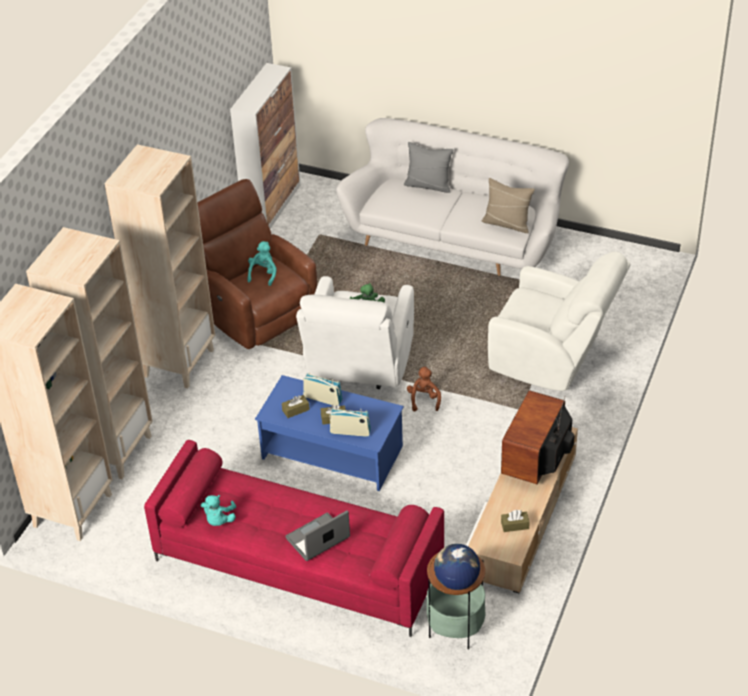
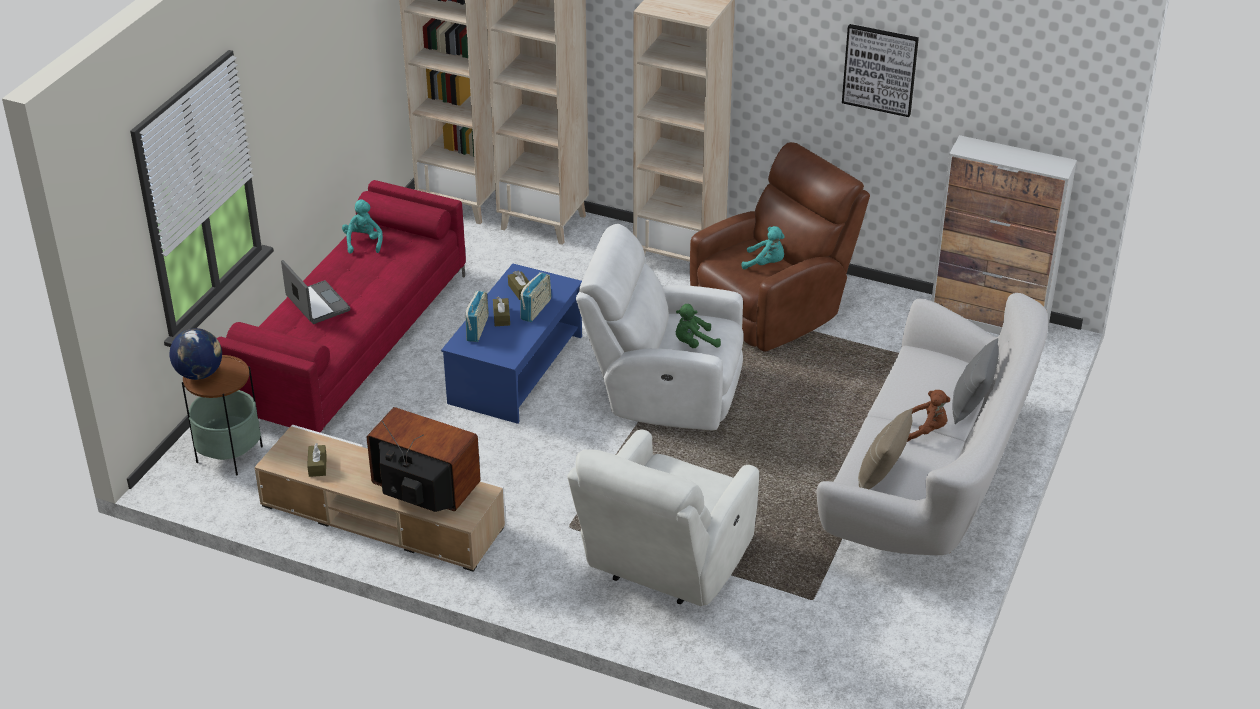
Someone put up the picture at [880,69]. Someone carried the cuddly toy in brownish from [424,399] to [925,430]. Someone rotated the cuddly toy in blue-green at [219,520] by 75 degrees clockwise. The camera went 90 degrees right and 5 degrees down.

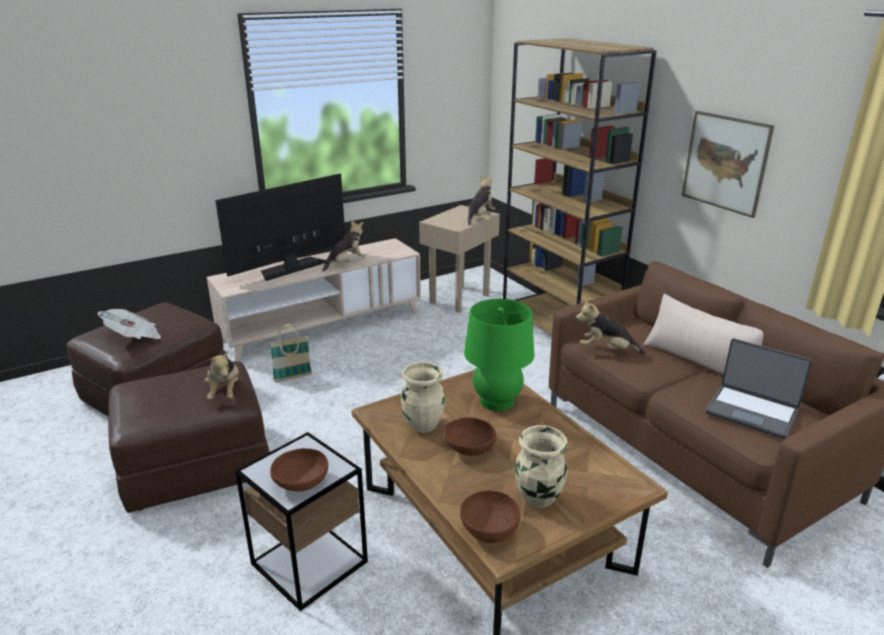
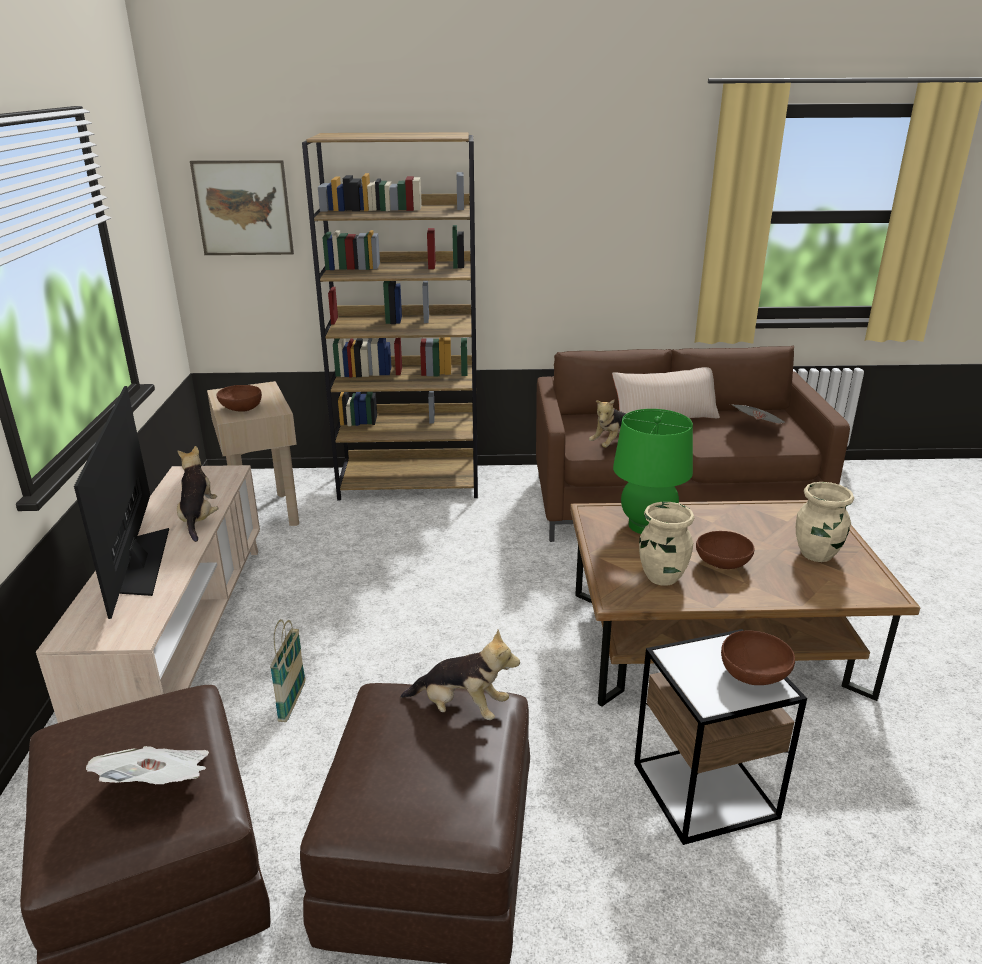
Someone took away the cuddly toy at [480,217]. Someone carried the deep dish in brownish from [489,529] to [241,409]. Someone carried the picture from [725,163] to [243,208]. Someone swapped the laptop at [752,412] for the printed paper at [757,429]. The camera went 60 degrees left and 0 degrees up.

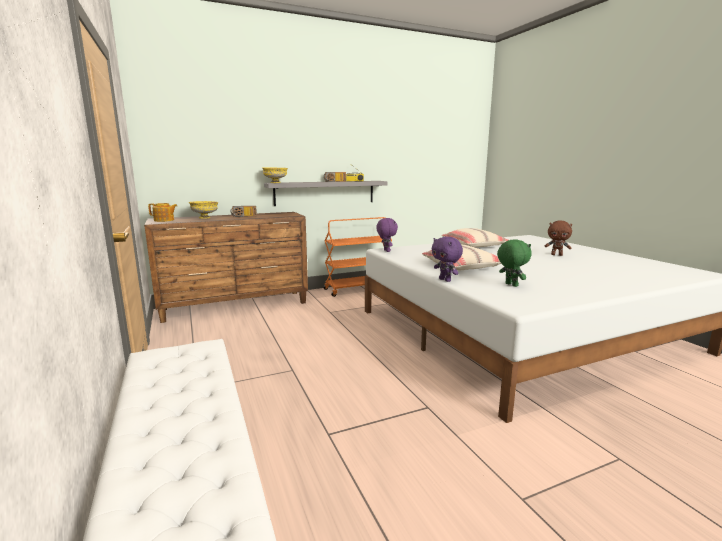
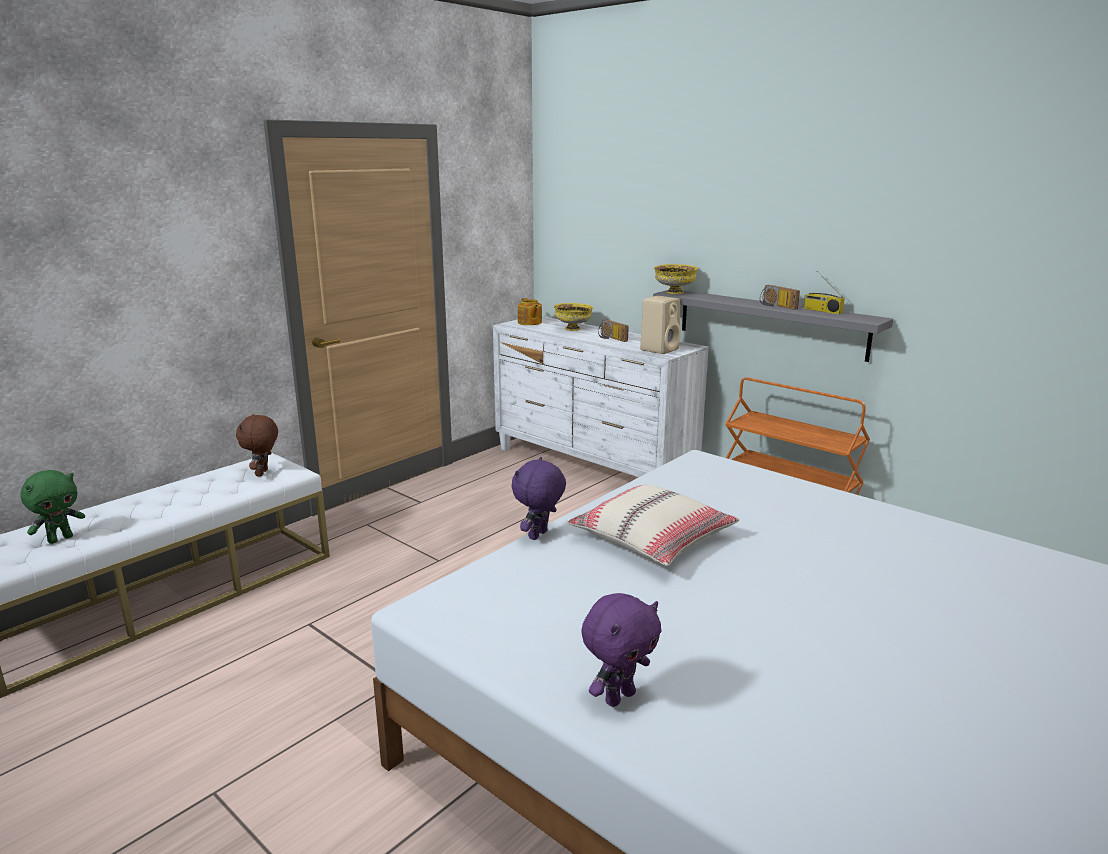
Someone took away the pillow in sand-coloured at [473,245]. Someone put down the speaker in sand-coloured at [660,349]. Someone carried the cuddly toy in purple from [386,251] to [619,697]. Someone carried the cuddly toy in green from [510,285] to [60,539]. Someone carried the cuddly toy in brownish from [557,255] to [263,473]. Someone repainted the dresser in brownish at [236,306], which became the dresser in white-coloured at [592,466]. The camera went 65 degrees right and 5 degrees up.

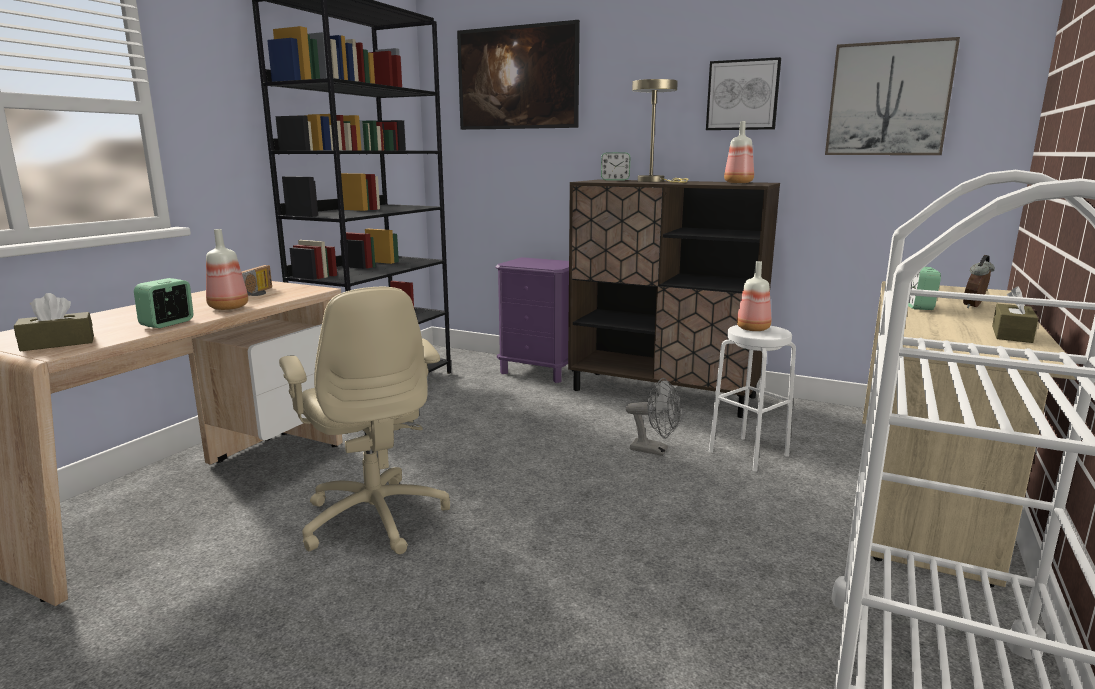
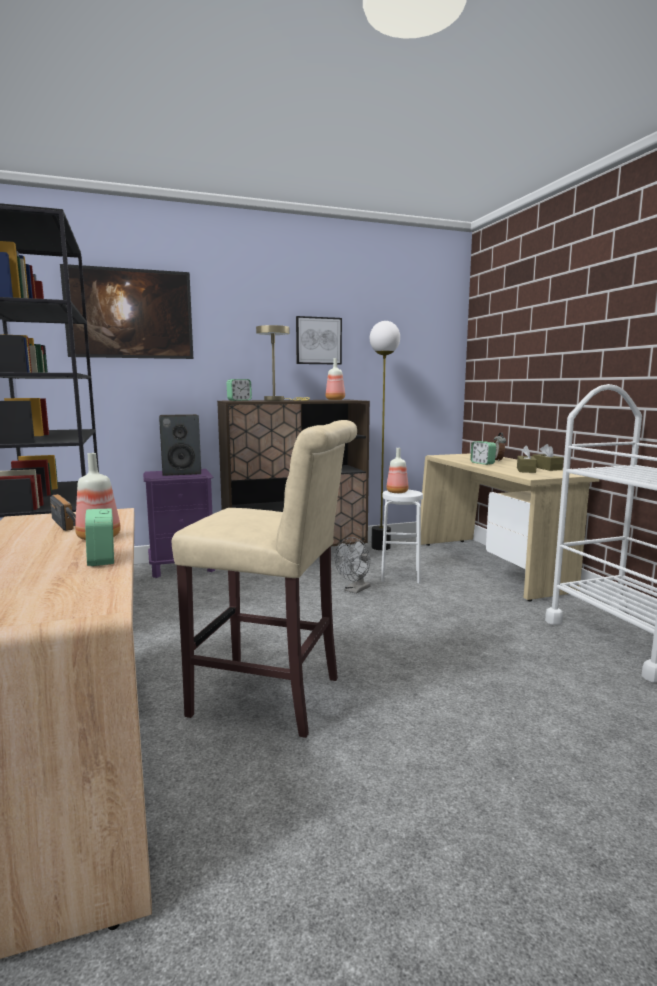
Someone took away the picture at [888,99]. Someone put down the speaker at [182,473]. Someone put down the floor lamp at [380,547]. Someone carried the box of tissues in brownish from [58,343] to [526,470]. Someone swapped the desk chair in sand-coloured at [375,517] for the stool seat in sand-coloured at [274,698]. Someone rotated the fan in gray at [655,450] by 150 degrees clockwise. The camera went 45 degrees left and 5 degrees down.

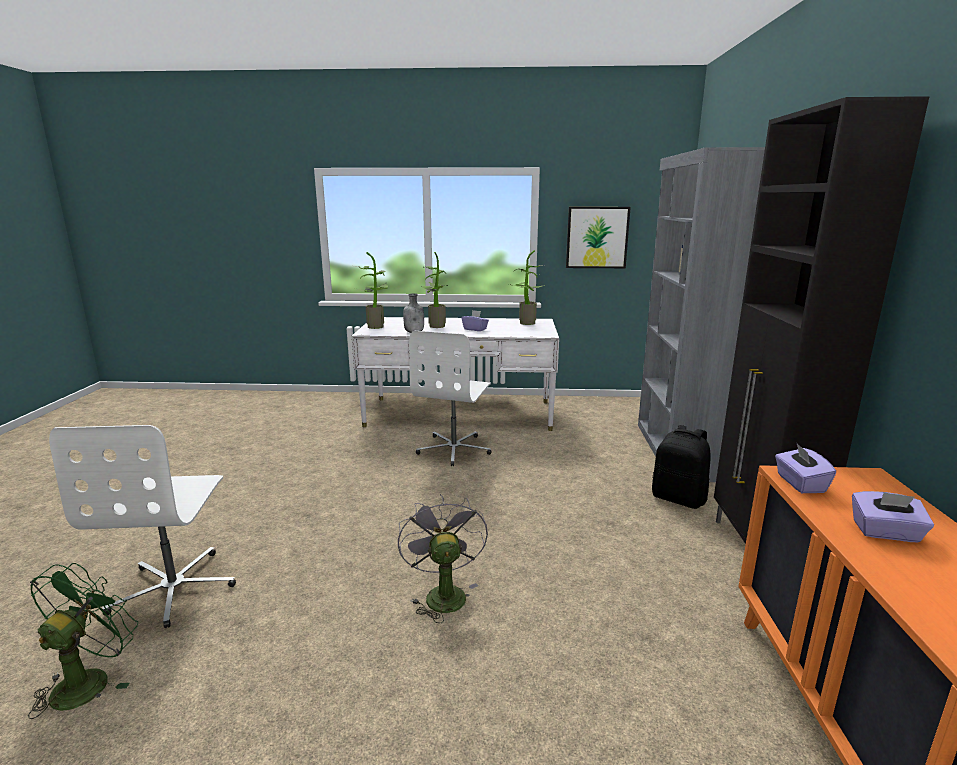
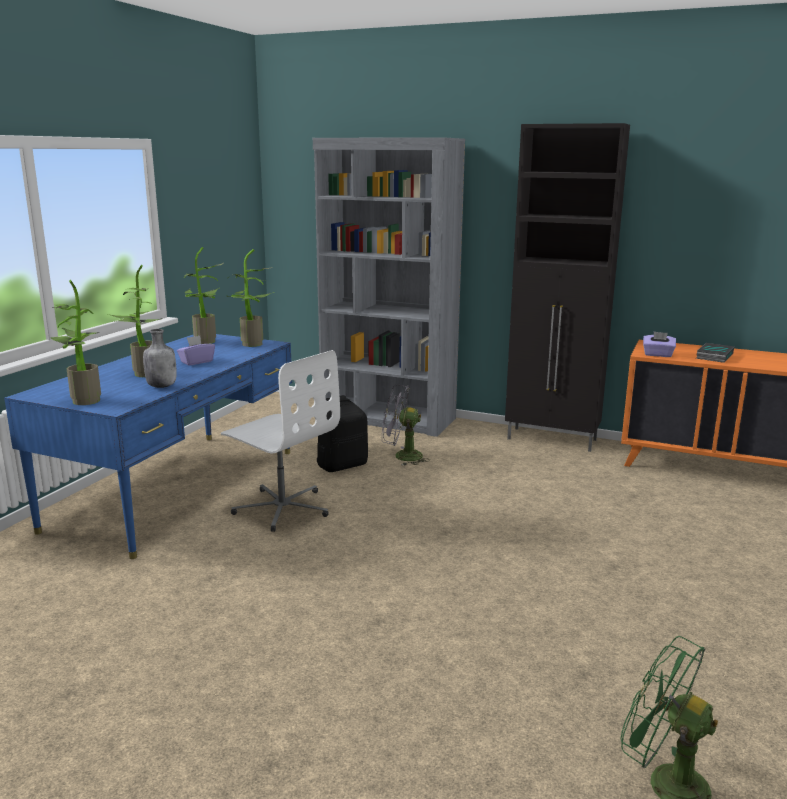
Someone took away the desk chair in white-coloured at [175,588]. Someone took away the picture at [597,237]. Someone put down the houseplant at [251,345]. Someone carried the fan in gray from [442,593] to [402,456]. Someone carried the rucksack in blackish from [679,498] to [342,465]. Someone swapped the box of tissues in purple at [885,533] for the book at [713,356]. Someone repainted the desk unit in white-coloured at [459,413], which became the desk unit in blue at [177,488]. The camera went 70 degrees left and 0 degrees up.

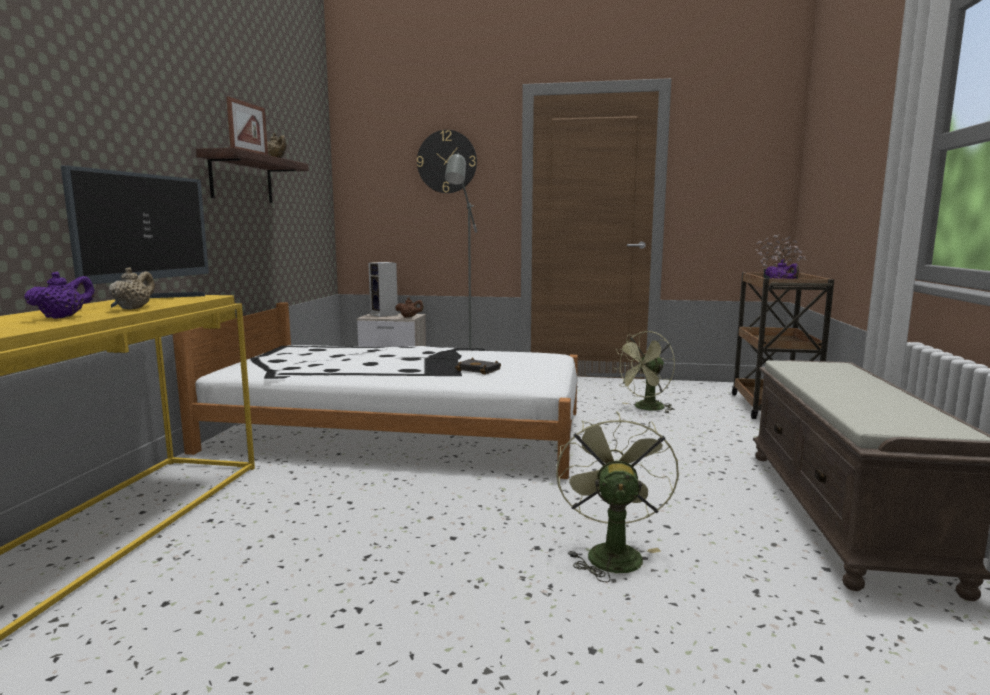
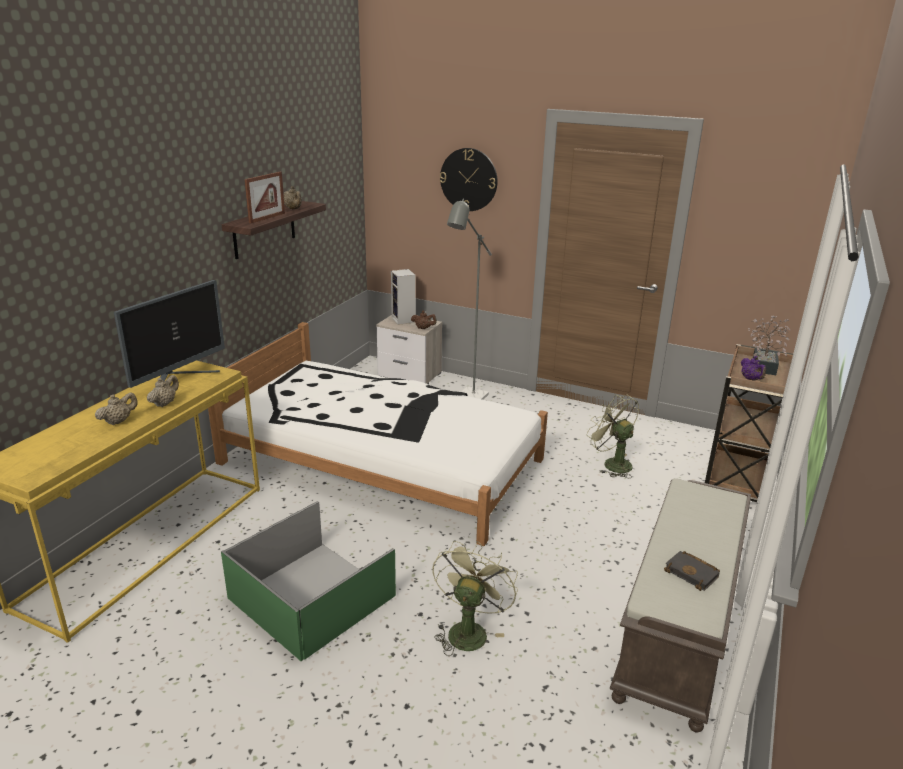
Someone put down the storage bin in green at [313,598]. Someone carried the book in blackish from [480,370] to [693,573]. Someone repainted the pot for tea in purple at [63,317], which became the pot for tea in sand-coloured at [119,421]. Someone rotated the fan in green at [646,408] by 75 degrees clockwise. The camera went 15 degrees right and 15 degrees up.

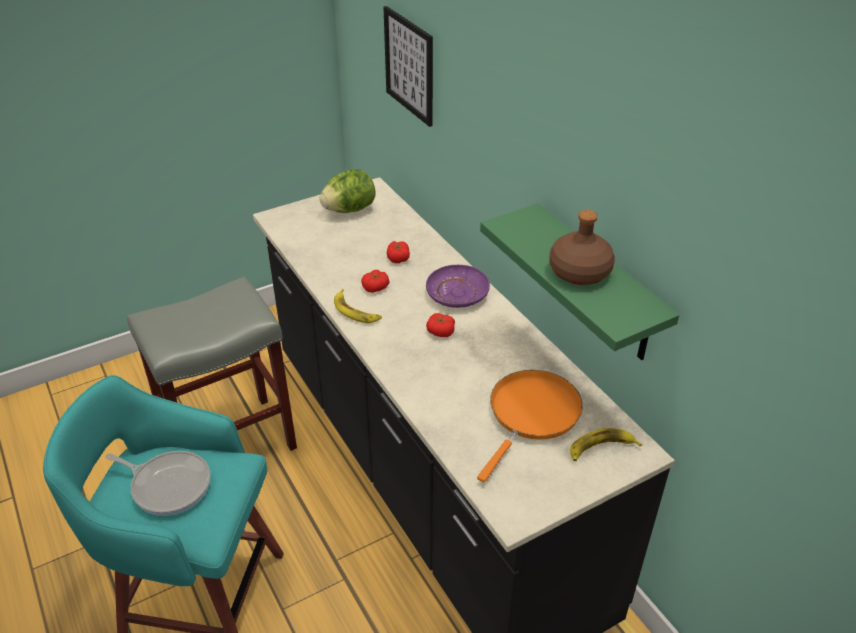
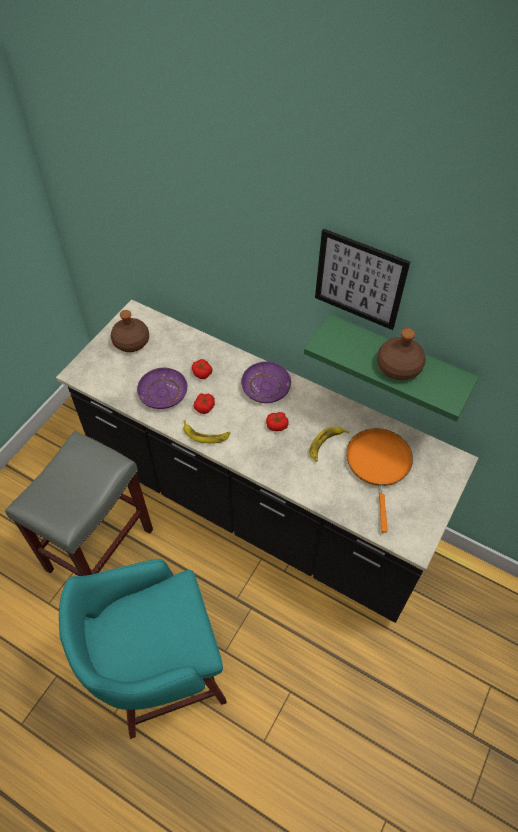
Someone took away the skillet at [168,485]. Someone put down the dinner plate in purple at [163,393]. Someone carried the picture from [409,65] to [360,280]. Someone carried the banana fruit from [601,448] to [326,444]. Someone swapped the lettuce at [349,209] for the drink bottle in brownish at [132,341]. The camera went 30 degrees left and 15 degrees up.

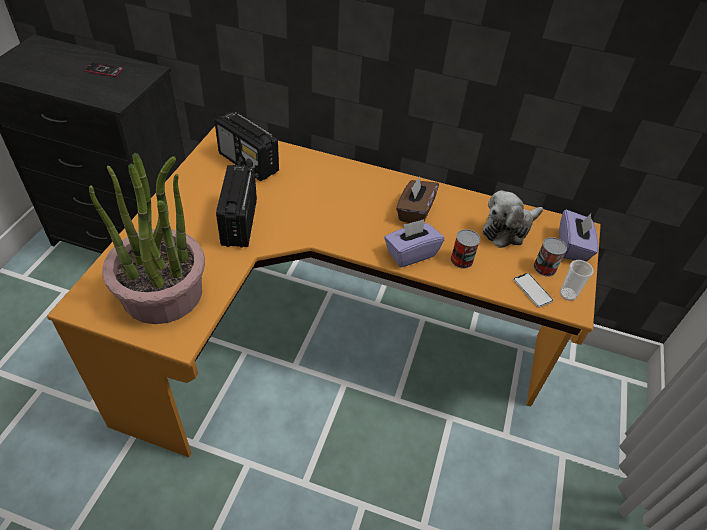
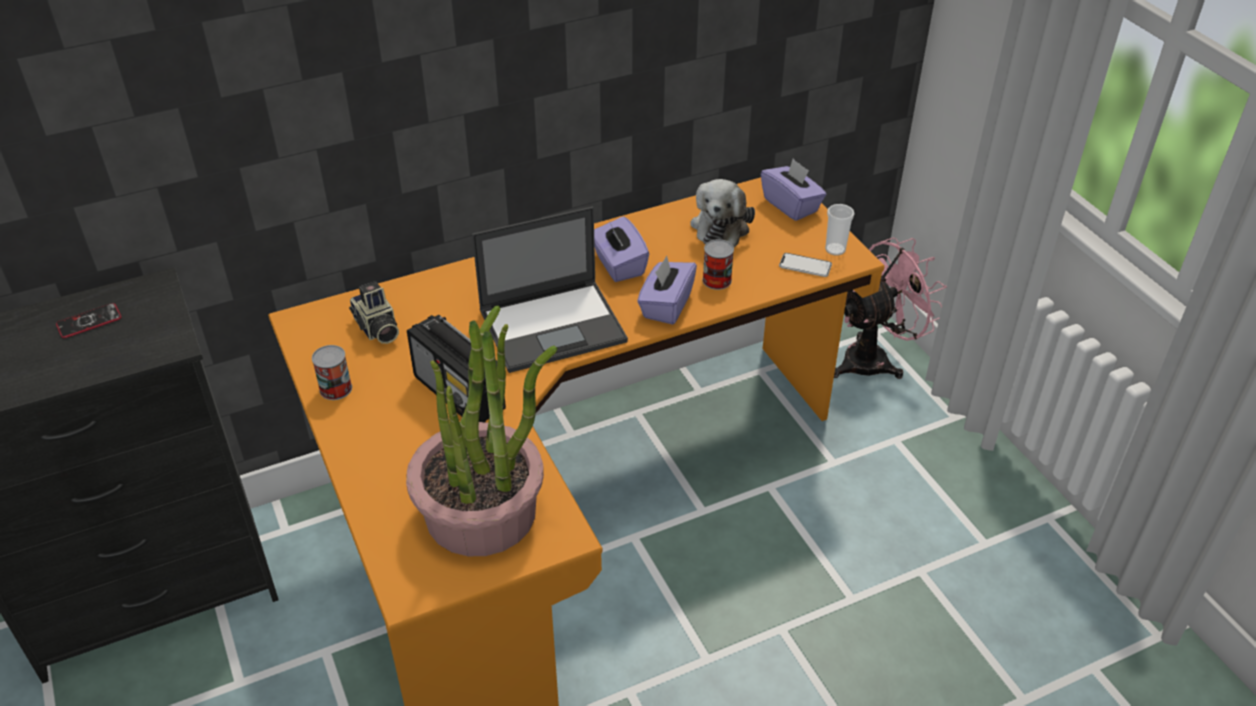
Someone put down the laptop at [554,325]. Someone put down the fan in pink at [875,359]. Someone carried the can from [544,267] to [335,388]. Someone swapped the radio receiver at [249,163] for the photo camera at [377,329]. Someone repainted the box of tissues in brownish at [414,212], which became the box of tissues in purple at [618,265]. The camera went 40 degrees left and 5 degrees down.

